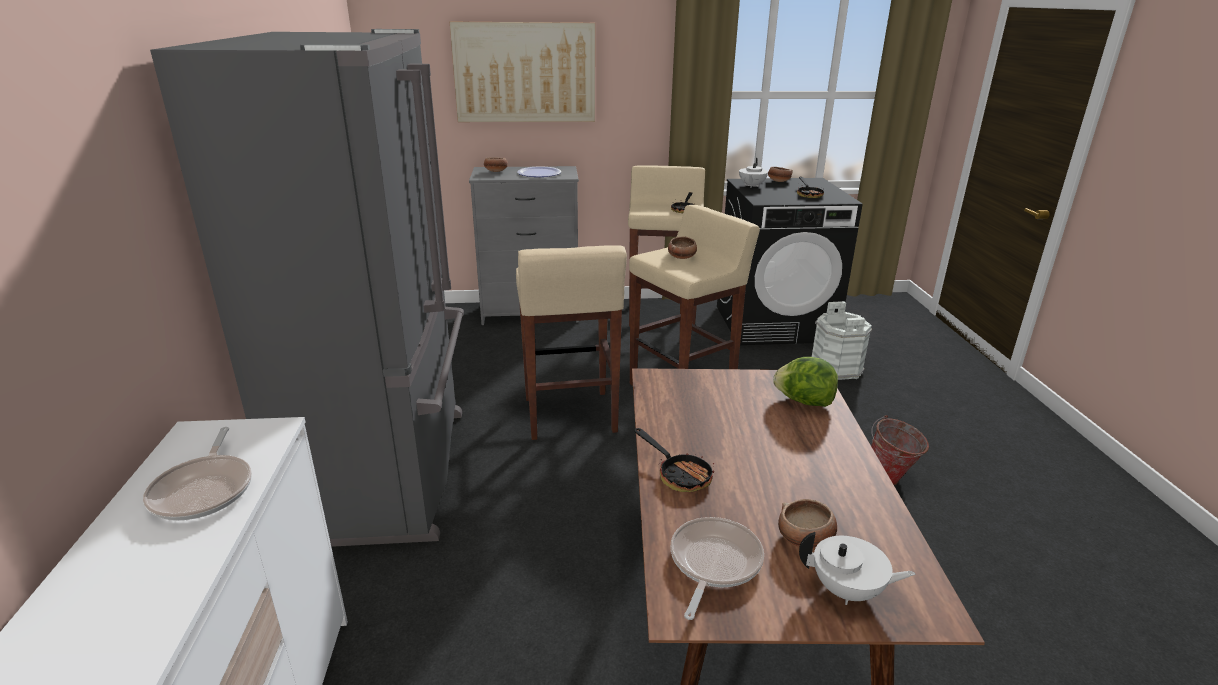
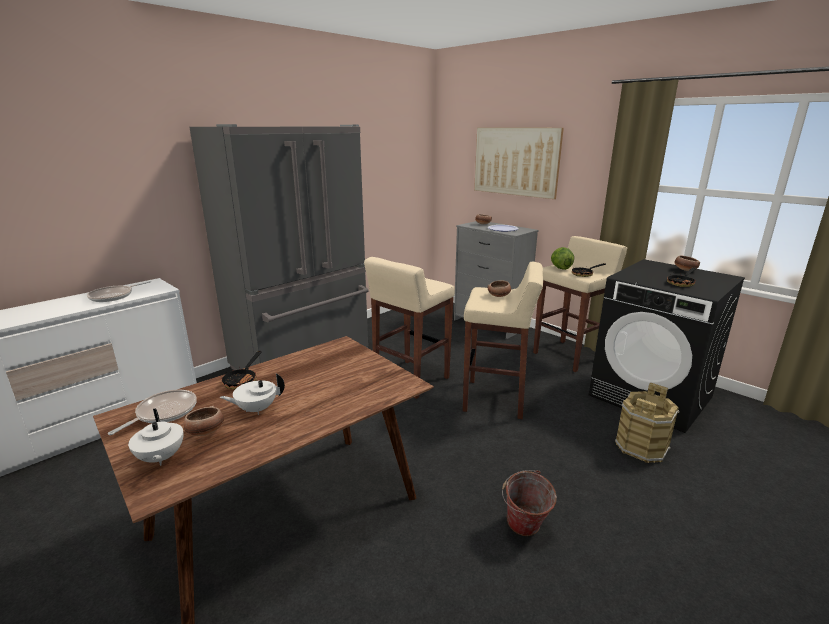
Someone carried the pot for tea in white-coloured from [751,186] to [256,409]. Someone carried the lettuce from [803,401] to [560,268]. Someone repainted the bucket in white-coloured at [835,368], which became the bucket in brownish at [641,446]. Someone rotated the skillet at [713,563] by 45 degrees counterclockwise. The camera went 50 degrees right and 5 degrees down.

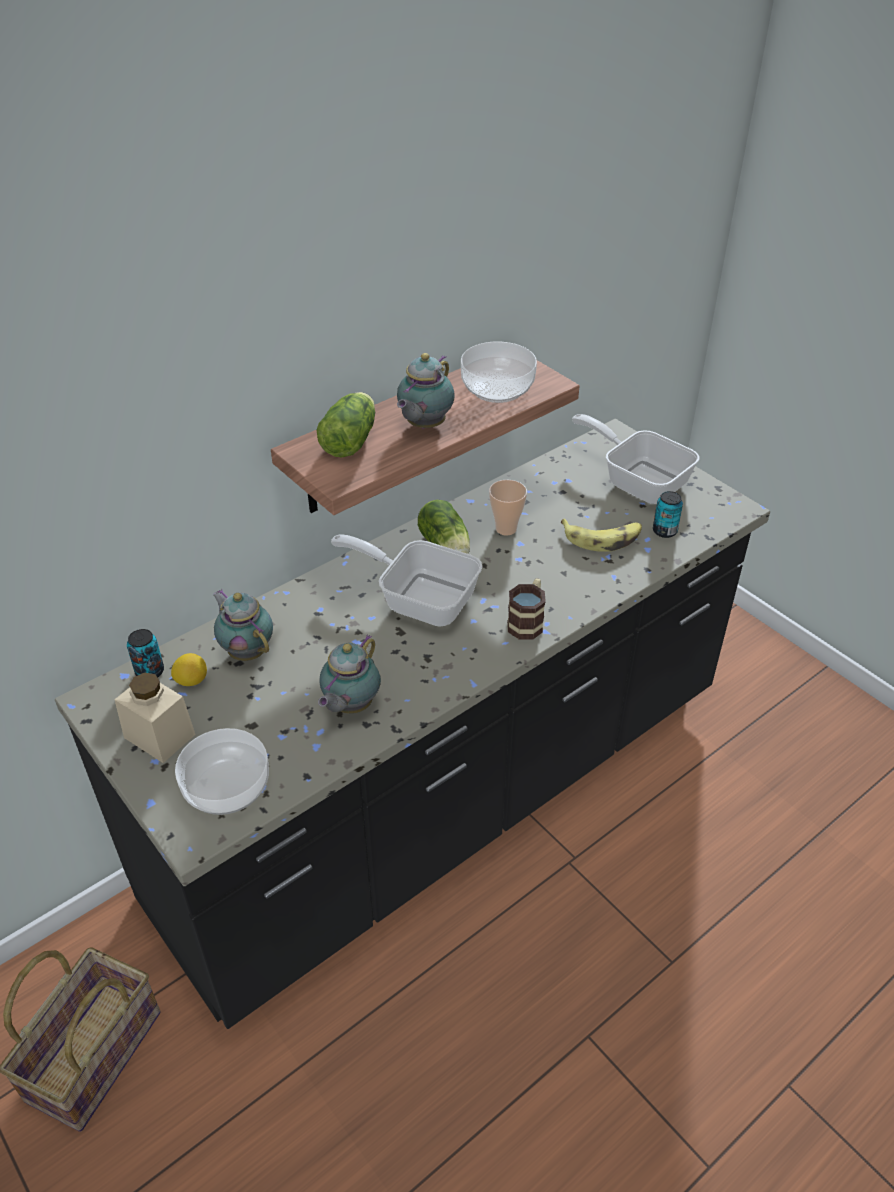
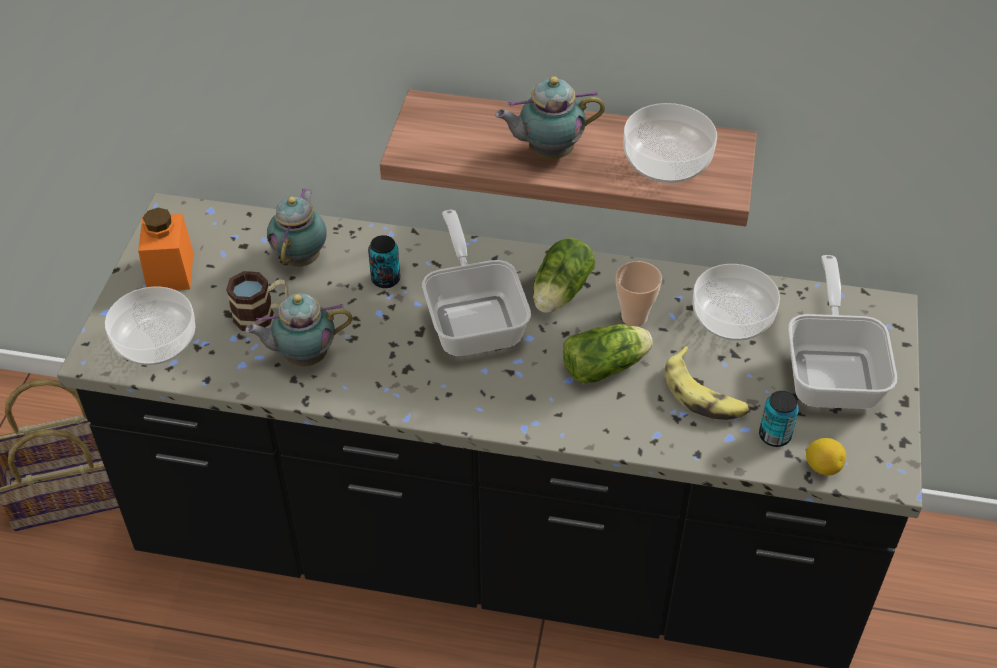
Someone put down the deep dish at [732,319]. Someone carried the can from [150,672] to [385,279]. Someone carried the whole lemon from [191,681] to [822,467]. Someone carried the lettuce from [351,439] to [607,366]. Someone carried the mug from [527,621] to [262,315]. Someone repainted the storage jar in sand-coloured at [159,736], which became the storage jar in orange at [170,271]. The camera went 50 degrees right and 5 degrees up.

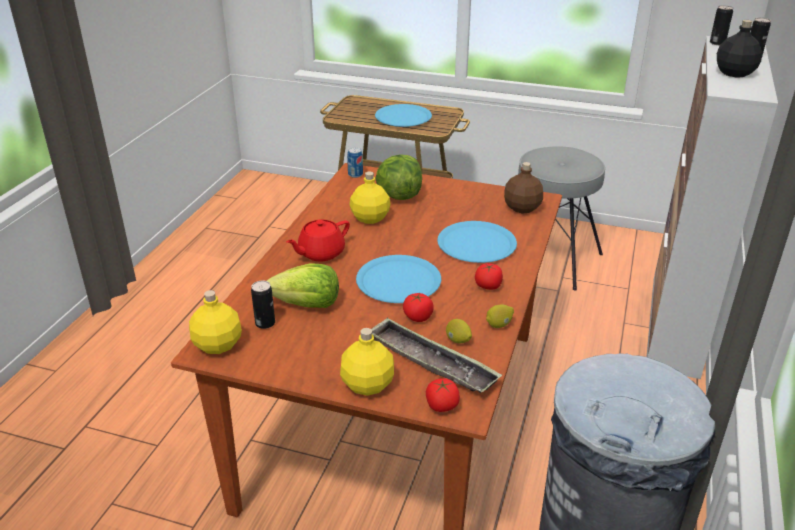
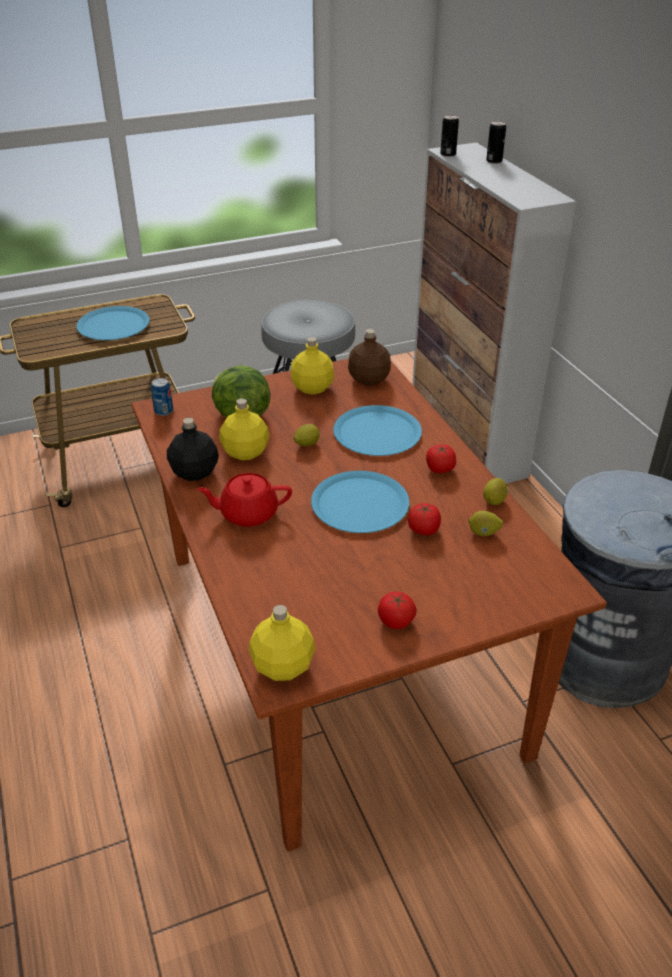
Someone took away the can at [265,323]. Someone took away the lettuce at [307,304]. Someone took away the serving tray at [431,362]. Someone put down the whole lemon at [306,444]. Someone carried the drink bottle in yellowish from [368,384] to [313,387]. Someone carried the fresh tomato from [441,406] to [395,621]. Someone carried the drink bottle in blackish from [734,73] to [194,472]. Someone rotated the pot for tea in red-coloured at [320,253] by 75 degrees clockwise. The camera went 40 degrees left and 5 degrees up.

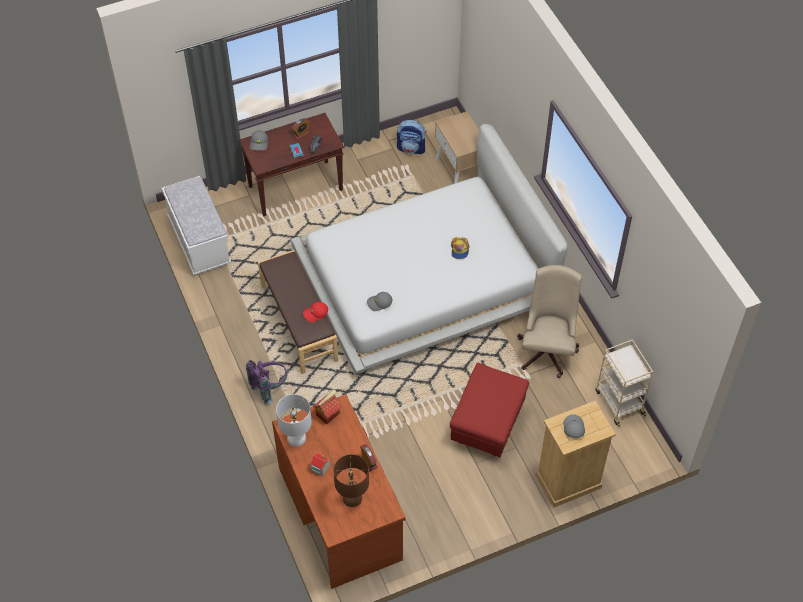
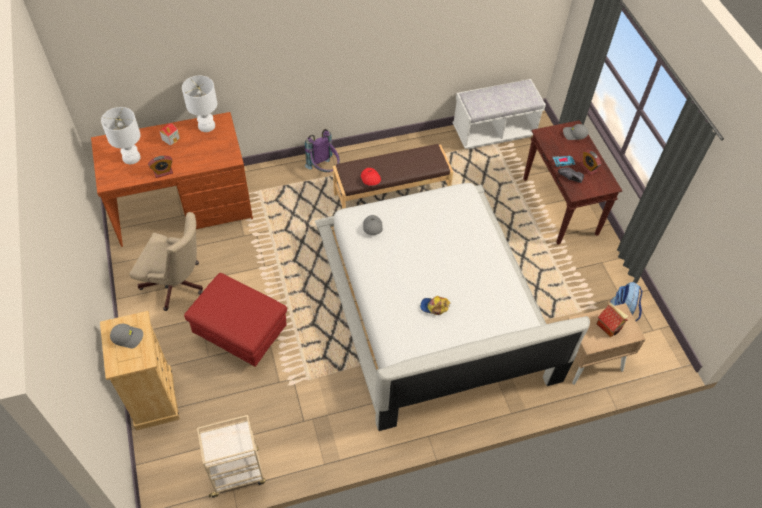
Someone carried the toy house from [328,413] to [609,326]. Someone carried the desk chair in sand-coloured from [547,349] to [177,285]. Someone repainted the lamp for a table in brownish at [353,498], which became the lamp for a table in white-coloured at [131,158]. The camera went 95 degrees right and 0 degrees up.

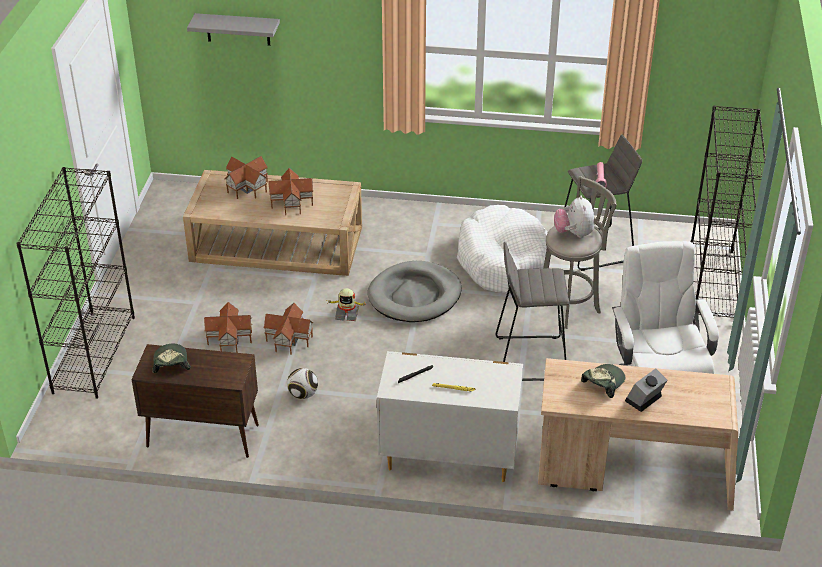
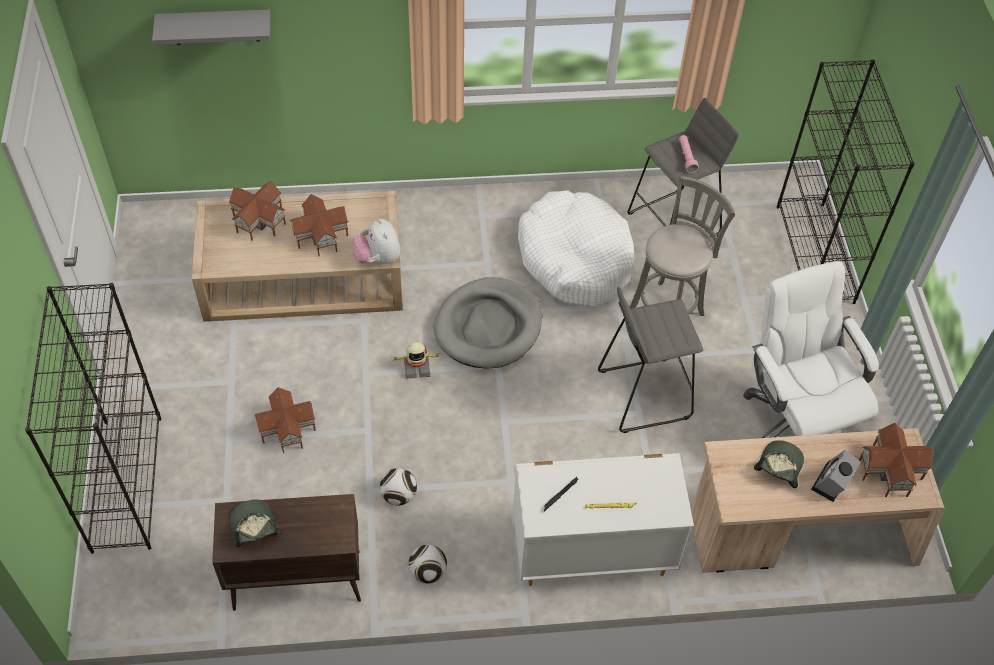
Someone put down the football ball at [428,572]. Someone carried the toy house from [288,339] to [889,471]. Someone carried the cuddly toy from [573,233] to [378,258]. The camera went 15 degrees left and 15 degrees up.

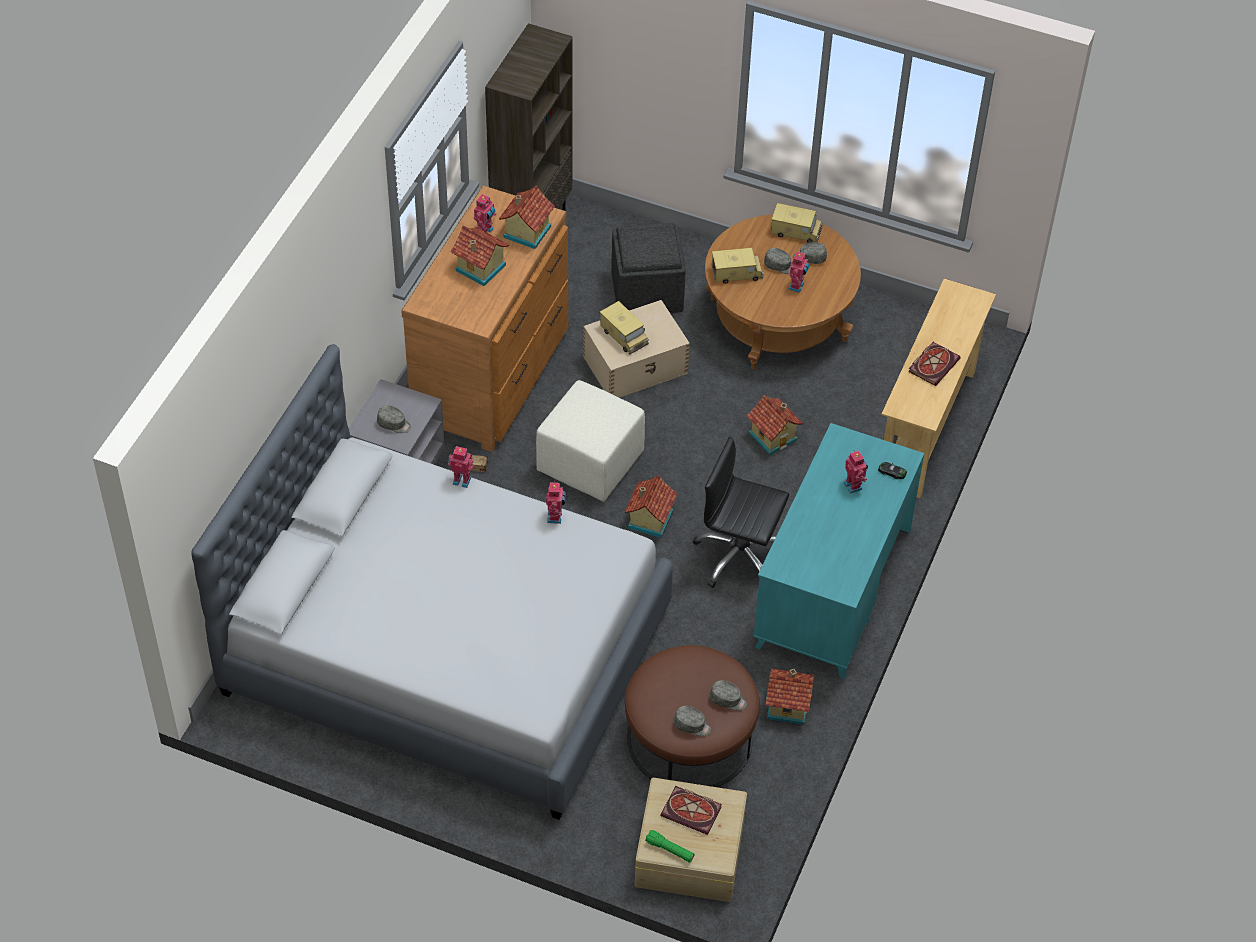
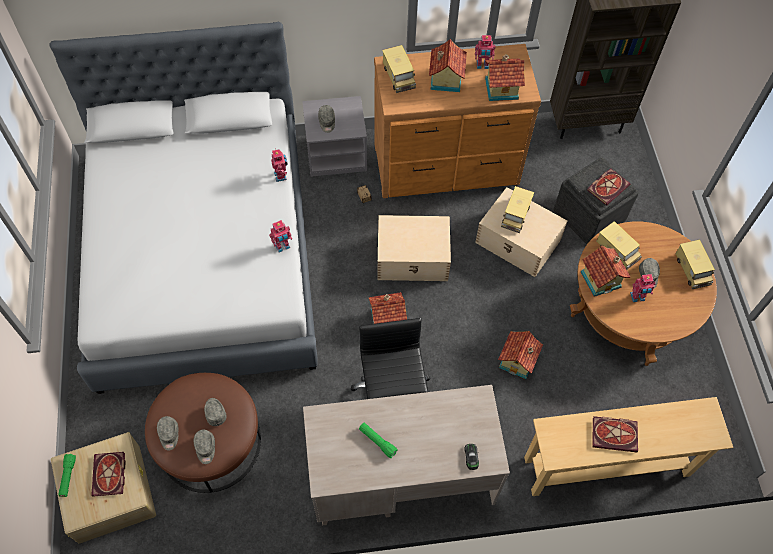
Someone took away the robot figure at [854,485]. Someone put down the hand torch in green at [377,441]. Someone put down the model truck at [398,76]. Someone put down the book at [608,187]. Someone carried the toy house from [787,705] to [601,279]. Someone carried the peaked cap in gray from [809,258] to [215,412]. Someone swapped the pouffe in sand-coloured at [590,461] for the storage bin in sand-coloured at [413,258]. Someone repainted the desk unit in blue-green at [833,591], which became the desk unit in sand-coloured at [400,475]. The camera went 60 degrees right and 10 degrees up.

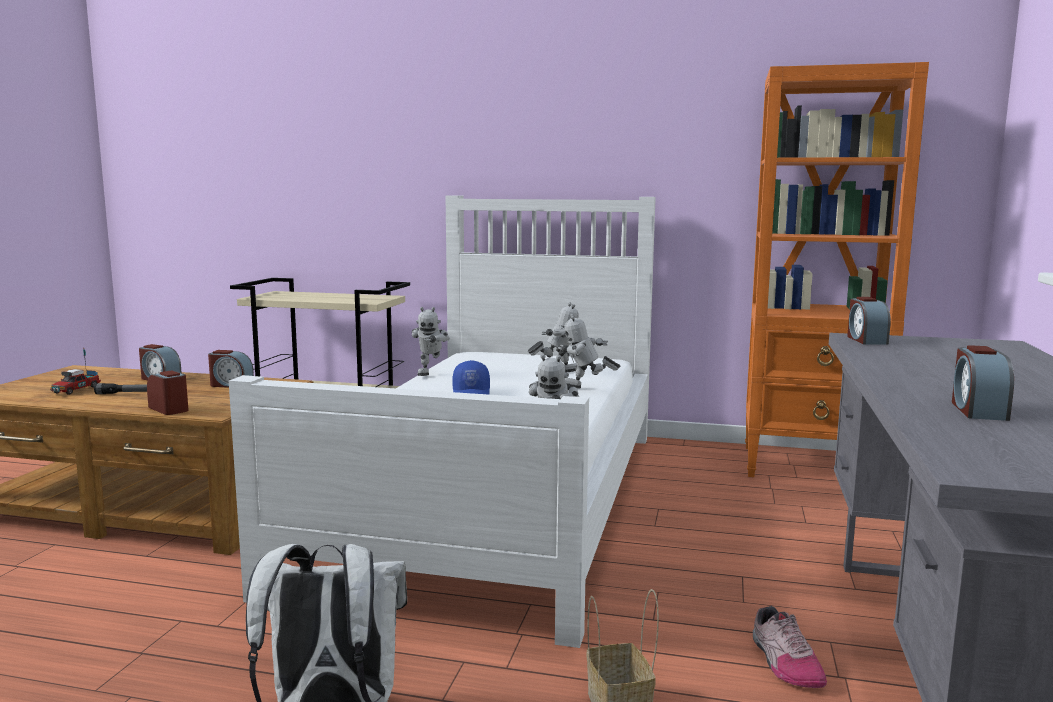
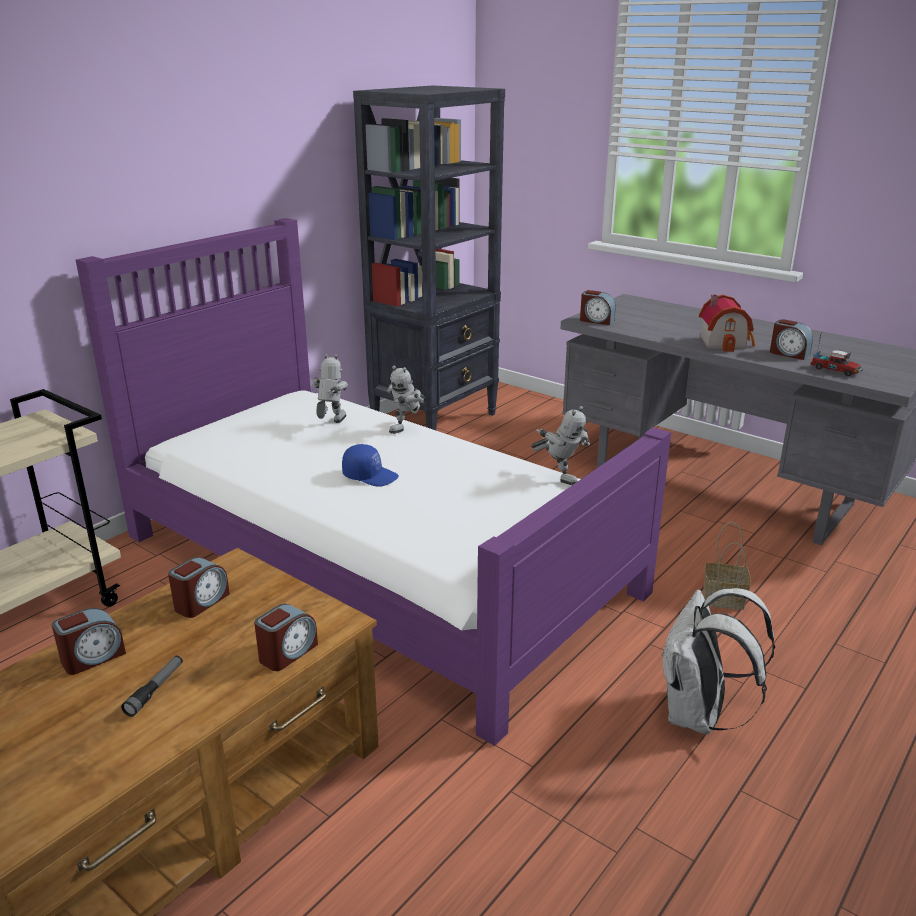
Someone took away the robot figure at [431,373]. Someone took away the shoe at [784,663]. Someone put down the toy house at [725,342]. Someone carried the model truck from [75,390] to [835,370]. Someone repainted the sleeping bed in white-coloured at [496,499], which became the sleeping bed in purple at [375,562]. Someone repainted the bookshelf in orange at [812,466], which became the bookshelf in blackish at [435,419]. Someone rotated the bedside clock at [169,409] by 150 degrees clockwise. The camera went 65 degrees left and 15 degrees up.

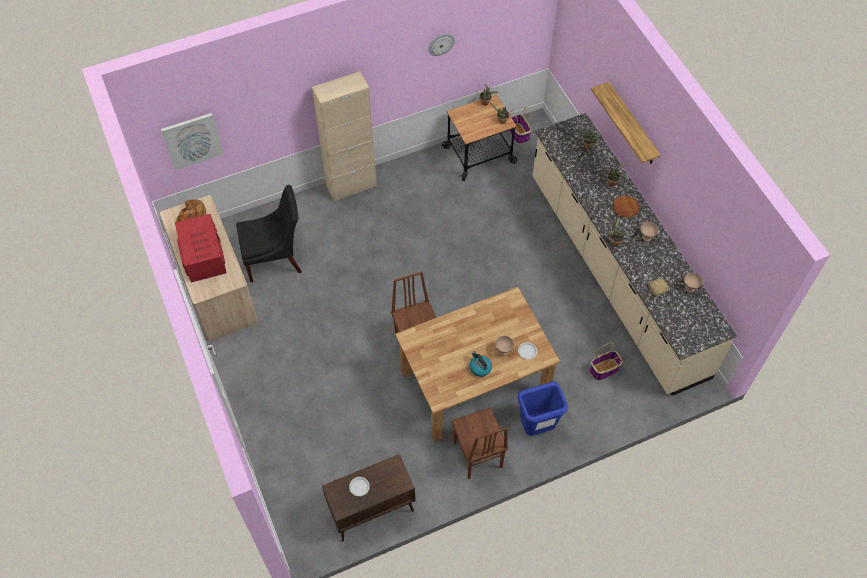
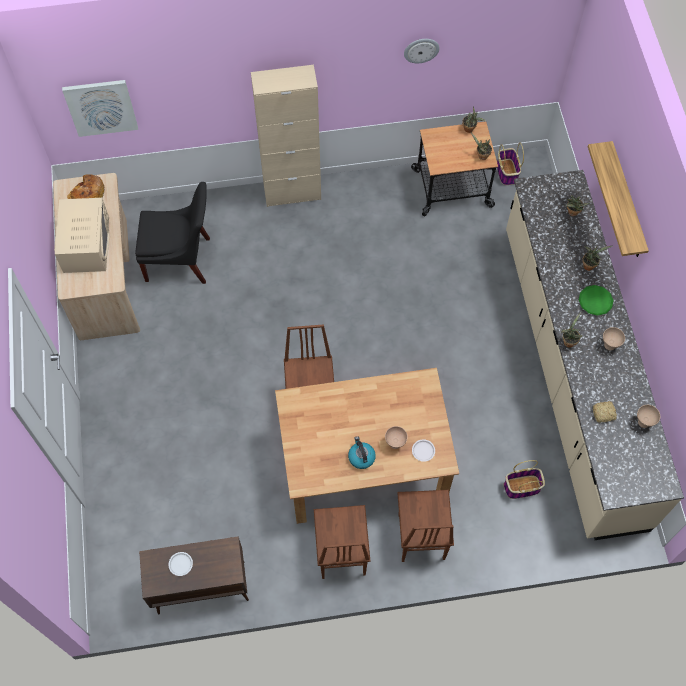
Someone swapped the trash can in blue at [536,427] for the upright chair in brownish at [420,537]. Someone repainted the kitchen microwave in red-coloured at [203,256], which became the kitchen microwave in sand-coloured at [86,244]. Someone repainted the dinner plate in brownish at [625,208], which became the dinner plate in green at [595,301]. The camera went 15 degrees right and 5 degrees up.

